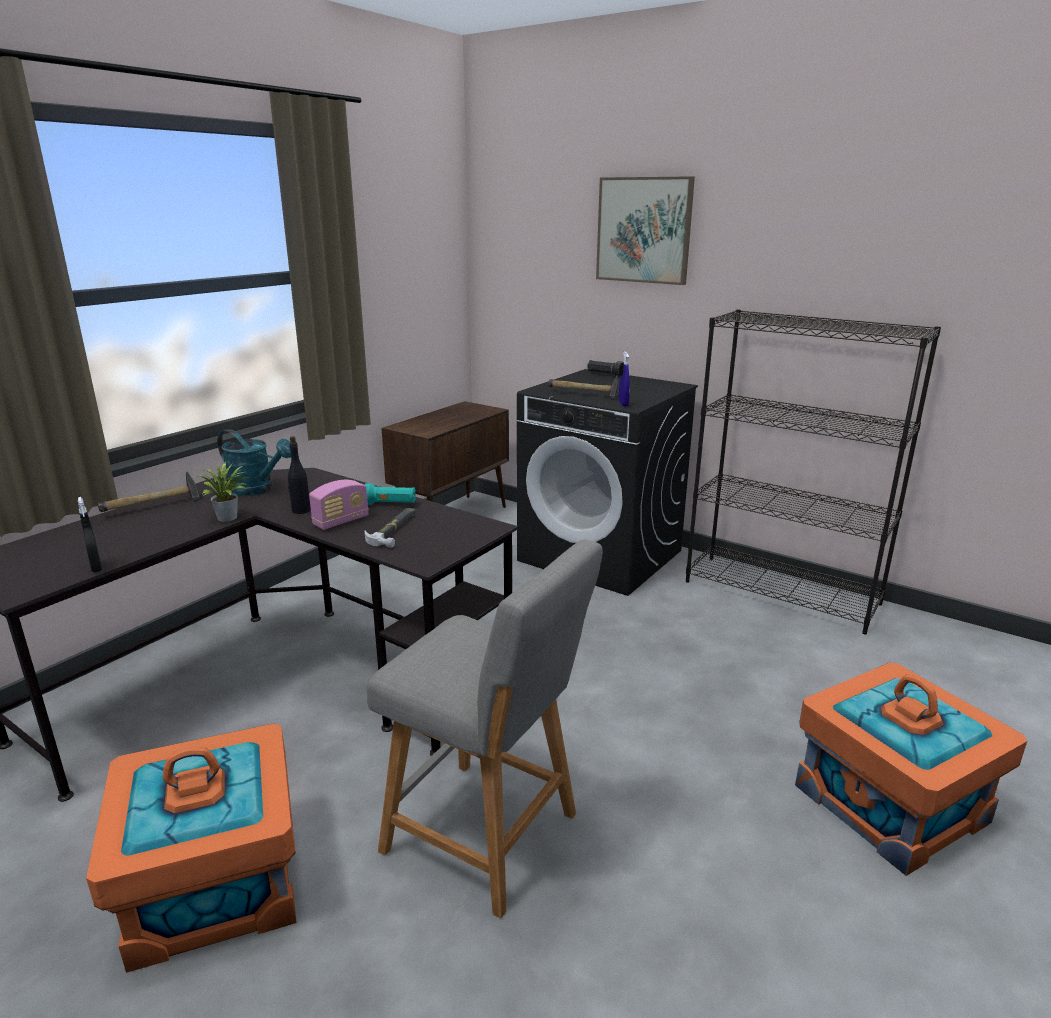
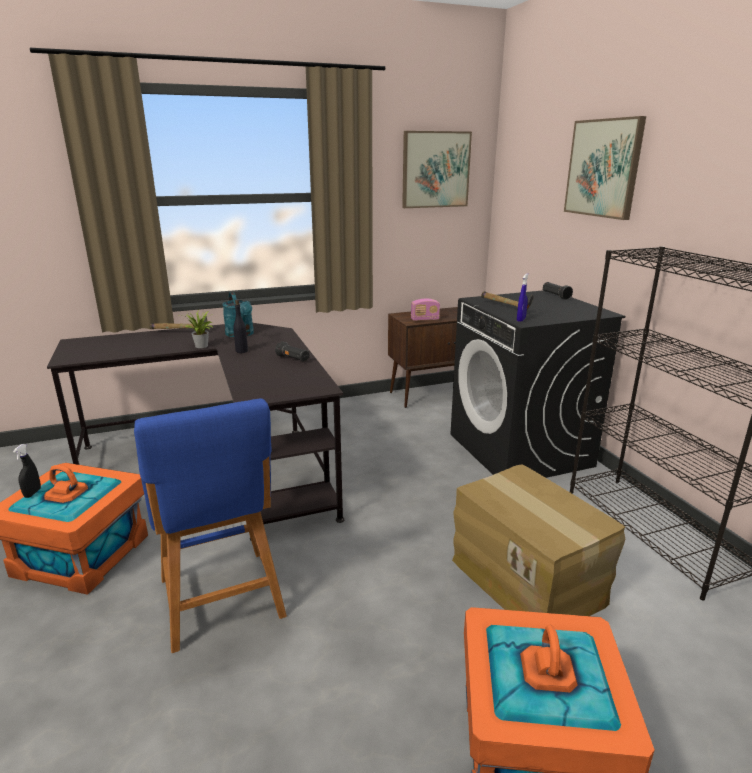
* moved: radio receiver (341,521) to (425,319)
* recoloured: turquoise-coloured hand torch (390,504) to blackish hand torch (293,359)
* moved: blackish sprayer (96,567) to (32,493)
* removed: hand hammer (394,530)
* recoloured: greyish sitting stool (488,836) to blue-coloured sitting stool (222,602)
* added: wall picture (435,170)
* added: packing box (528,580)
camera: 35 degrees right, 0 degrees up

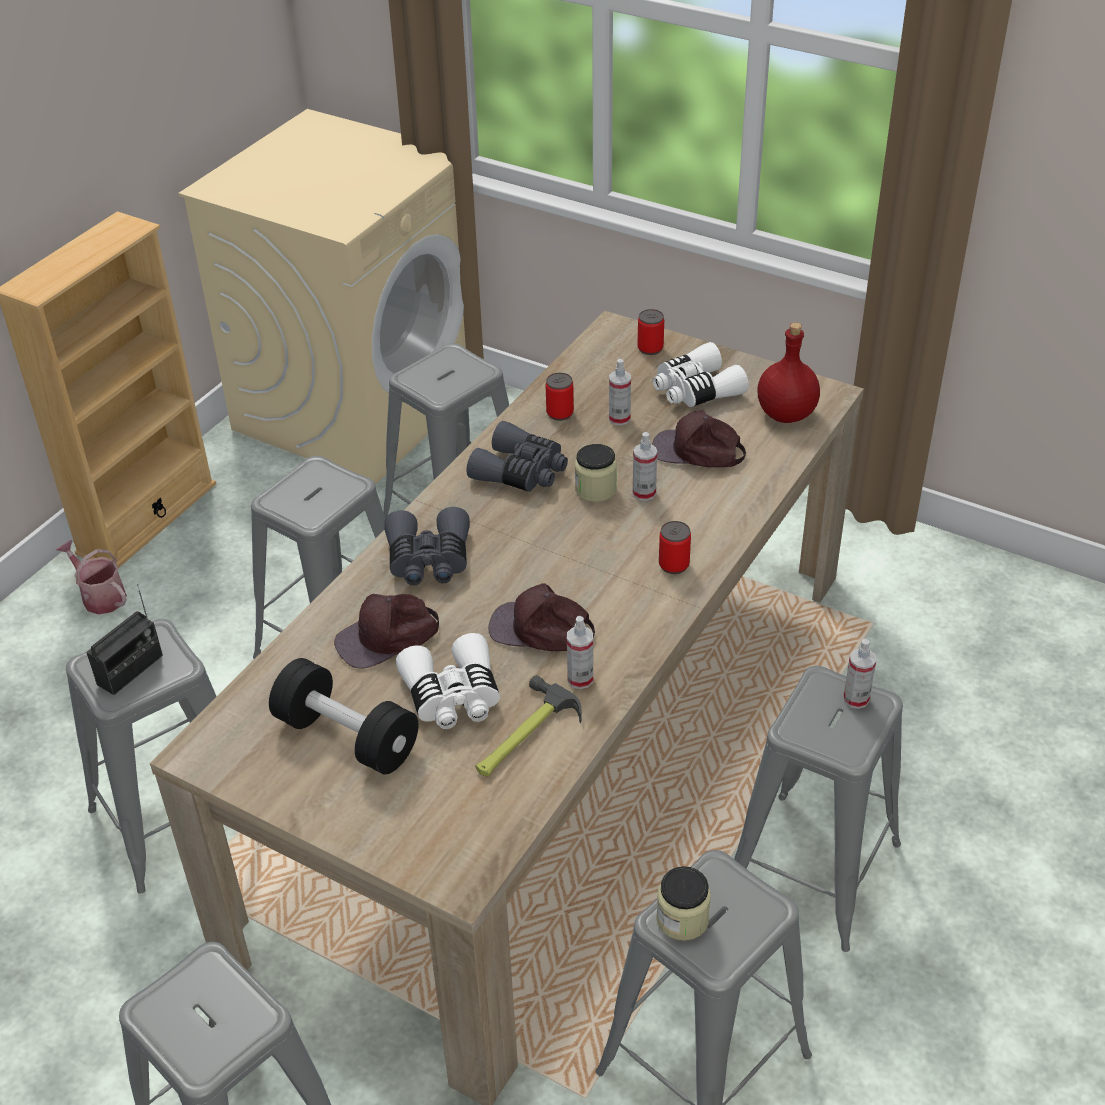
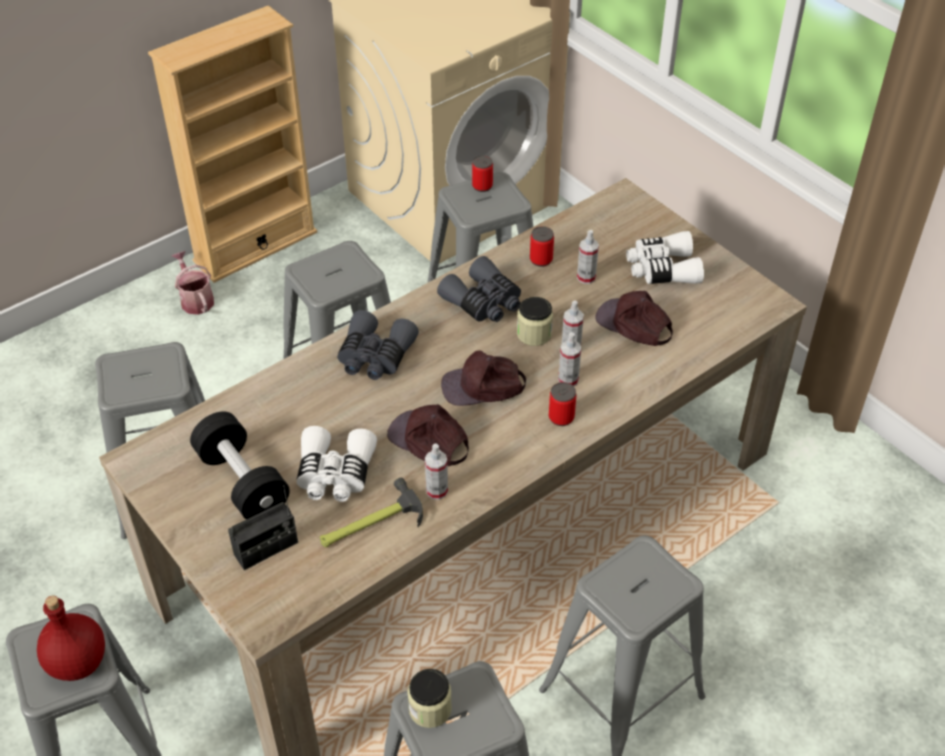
* moved: sealed can (650,348) to (482,186)
* moved: red drink bottle (787,414) to (79,663)
* moved: radio receiver (130,670) to (266,549)
* moved: brown-coloured baseball cap (388,638) to (483,386)
* moved: sprayer (856,699) to (568,380)
camera: 20 degrees right, 5 degrees up

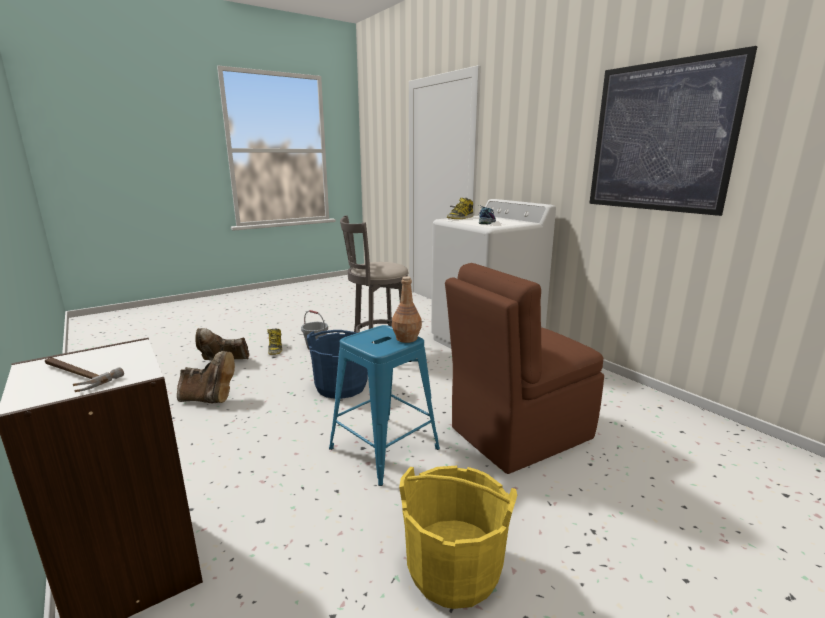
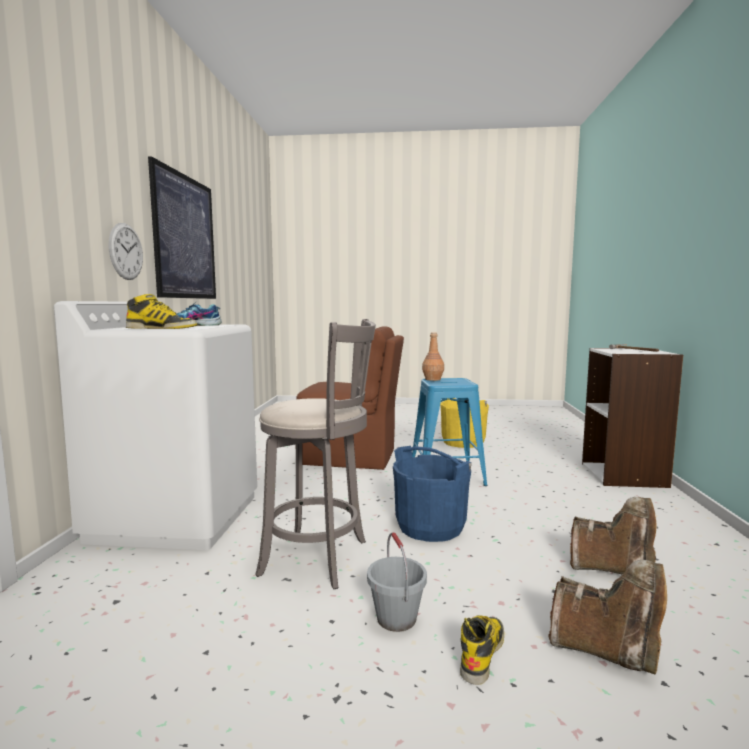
* turned: brown-coloured tall boot (209,399) = (613,569) 150 degrees clockwise
* added: hanging clock (126,251)
camera: 140 degrees left, 10 degrees down

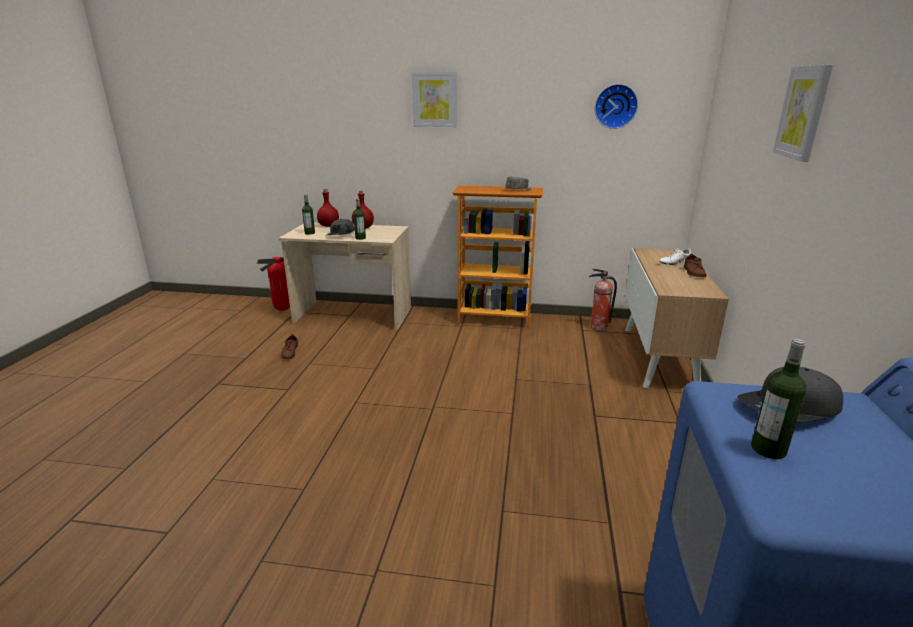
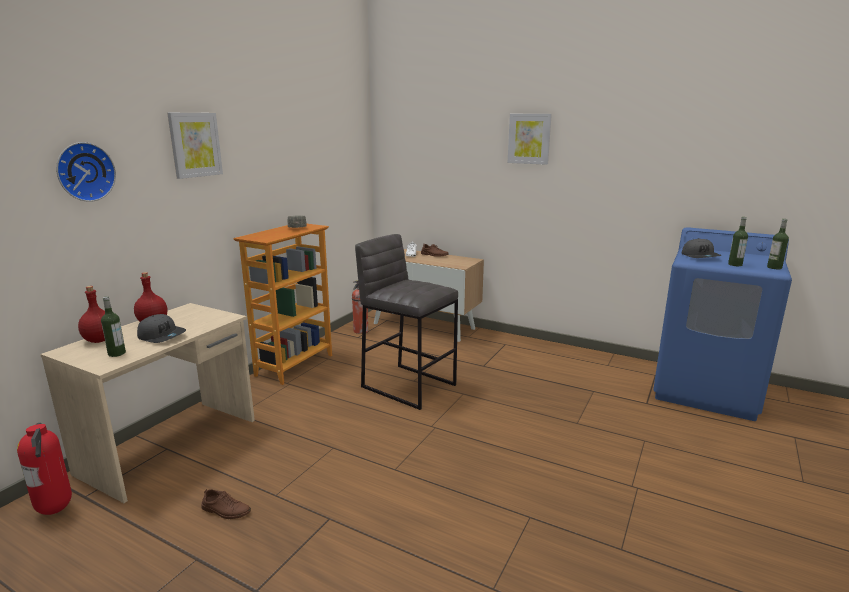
* moved: hanging clock (615,106) to (84,172)
* moved: drink bottle (360,238) to (774,267)
* added: greyish sitting stool (408,385)
camera: 70 degrees left, 5 degrees down

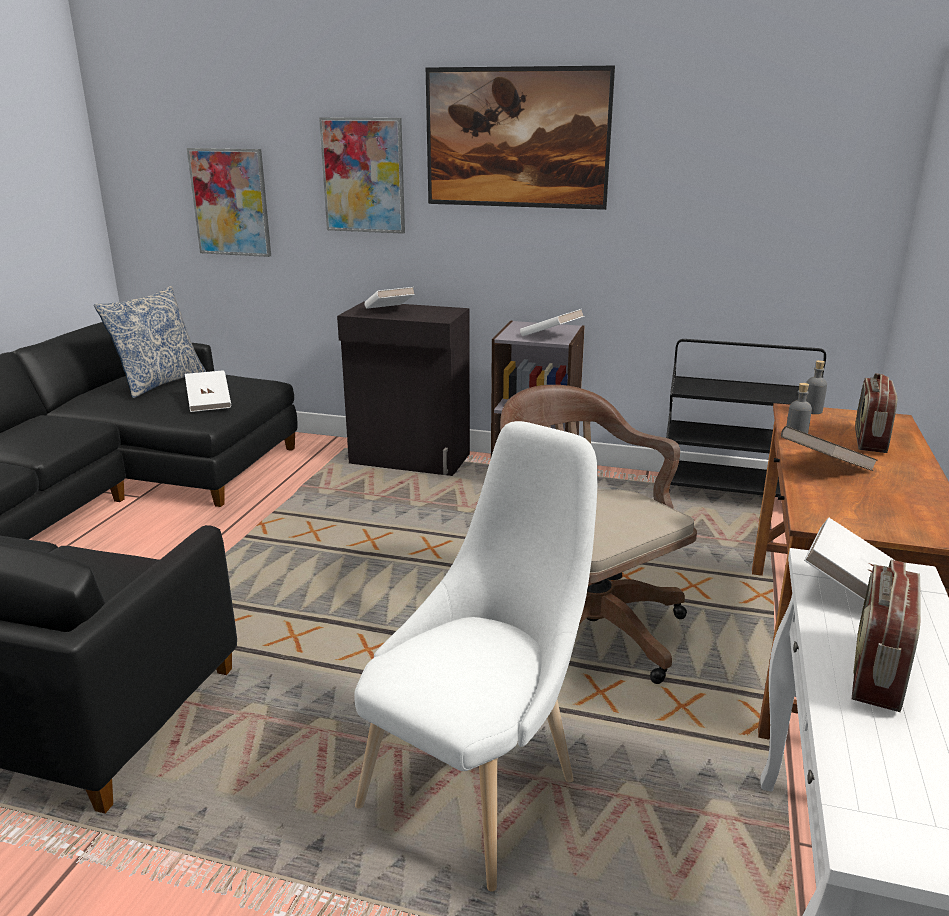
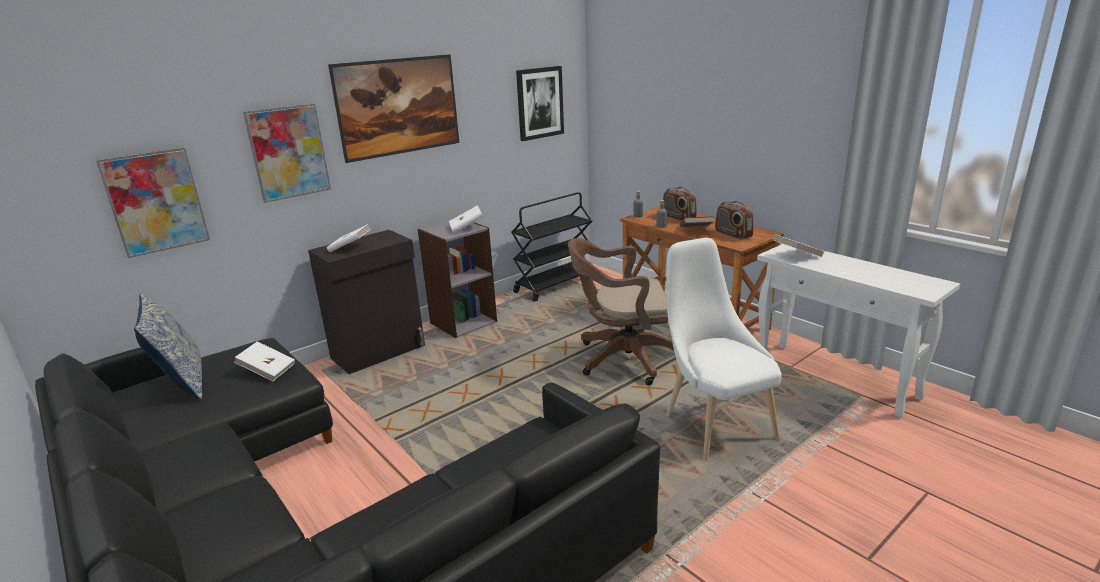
* moved: radio receiver (875,672) to (733,234)
* added: wall picture (539,103)
camera: 55 degrees left, 0 degrees up

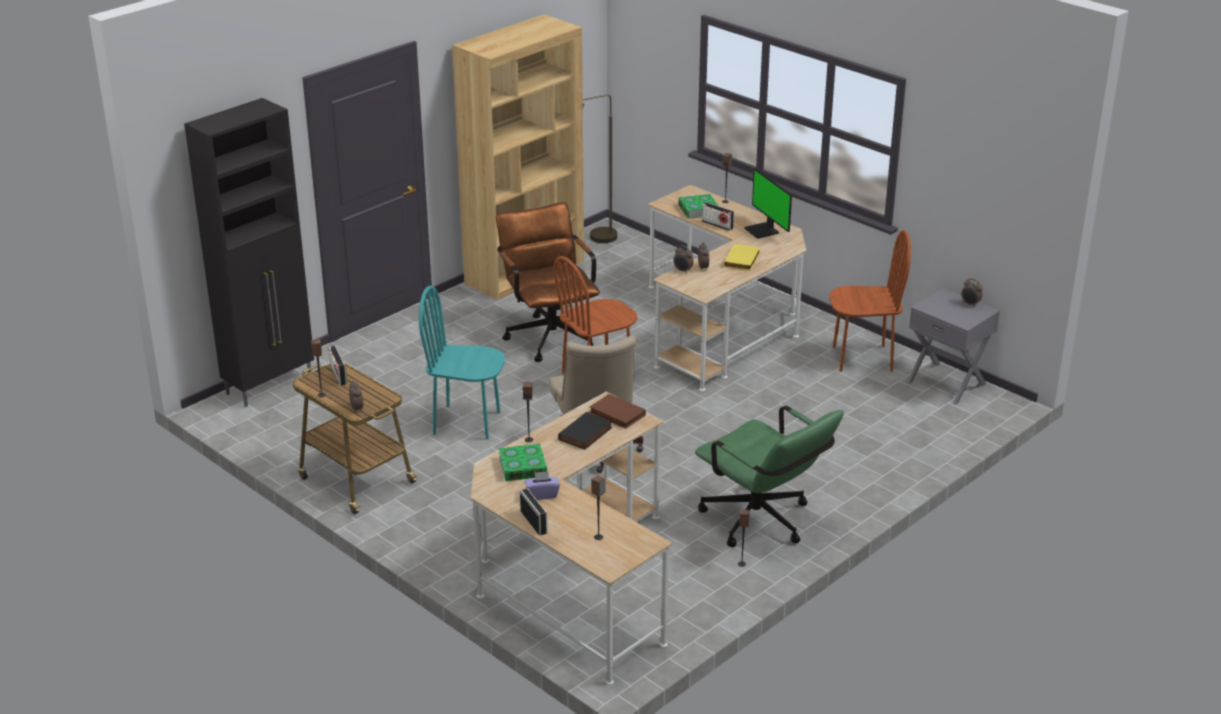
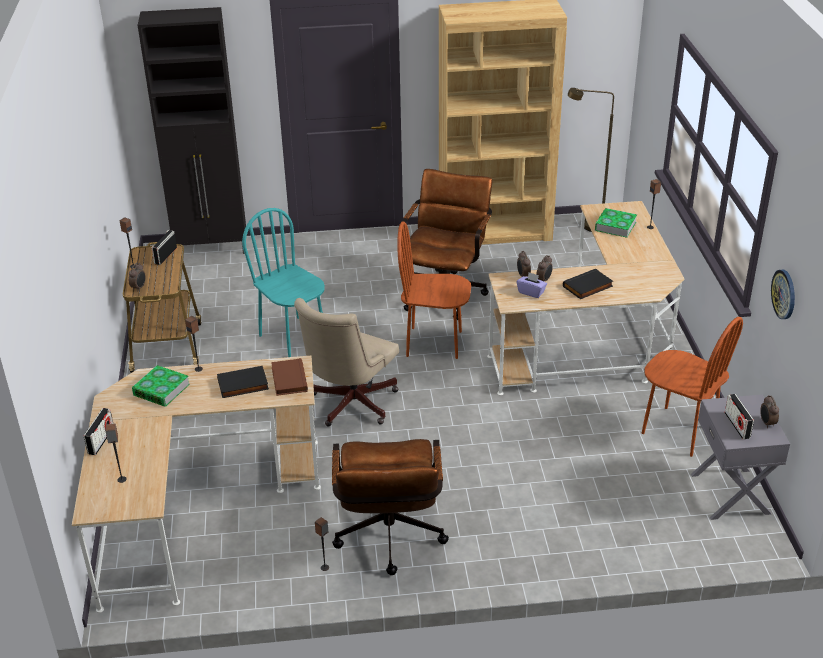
* removed: computer screen (763,231)
* moved: radio receiver (717,225) to (737,425)
* recoloured: yellowish bound book (743,260) to blackish bound book (588,287)
* recoloured: green office chair (763,523) to brown-coloured office chair (389,541)
* moved: purple-coloured box of tissues (542,494) to (531,292)
* added: hanging clock (784,294)
camera: 40 degrees right, 5 degrees up

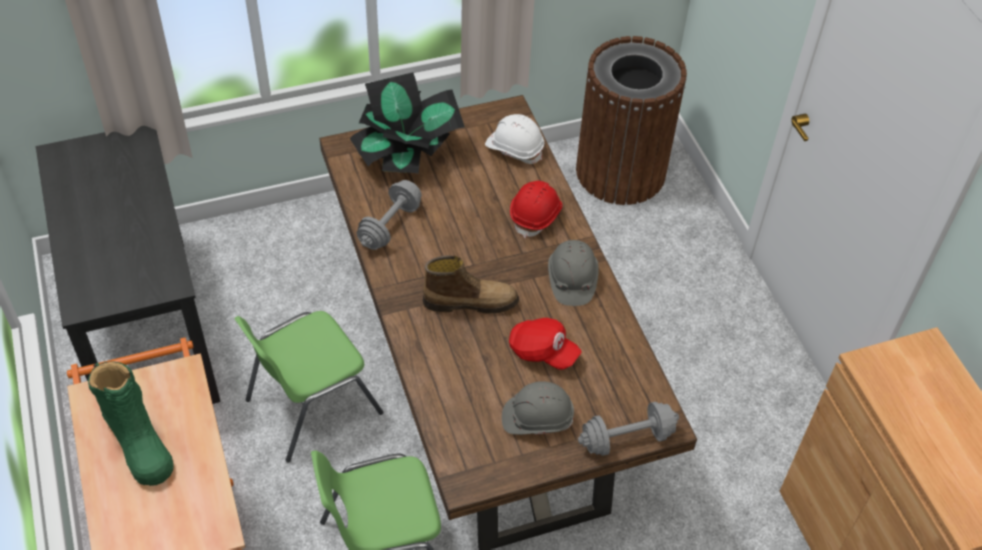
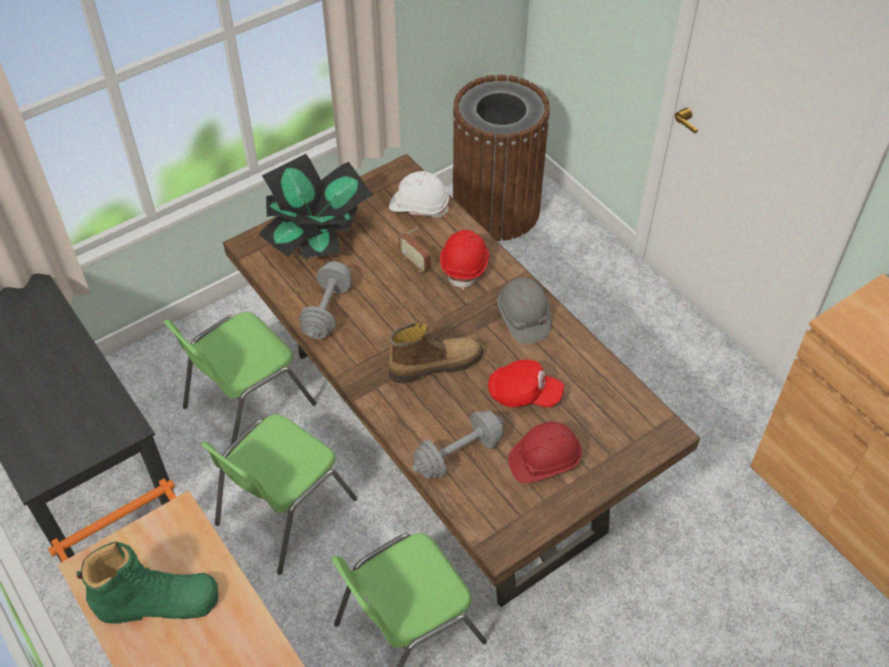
* turned: green tall boot (138,442) = (158,602) 45 degrees counterclockwise
* recoloured: greyish hard hat (537,418) to red hard hat (544,461)
* moved: greyish free weight (626,438) to (458,455)
* added: radio receiver (415,262)
* added: green upright chair (246,405)
camera: 15 degrees left, 0 degrees up

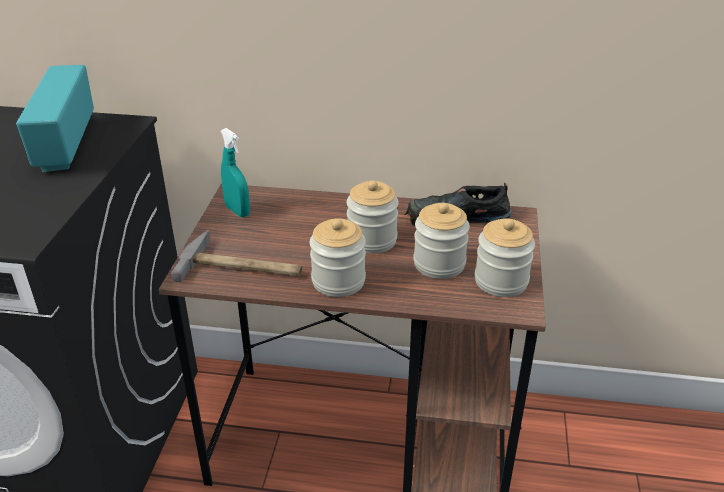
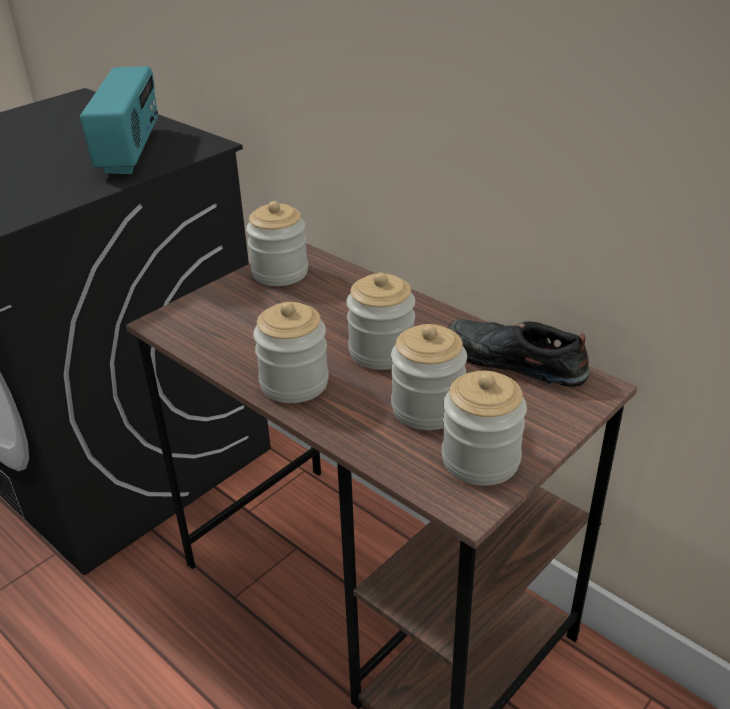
* turned: radio receiver (65,145) = (131,151) 150 degrees clockwise
* replaced: turquoise-coloured sprayer (237,211) to jar (280,273)
* removed: hand hammer (242,266)
camera: 35 degrees right, 0 degrees up

